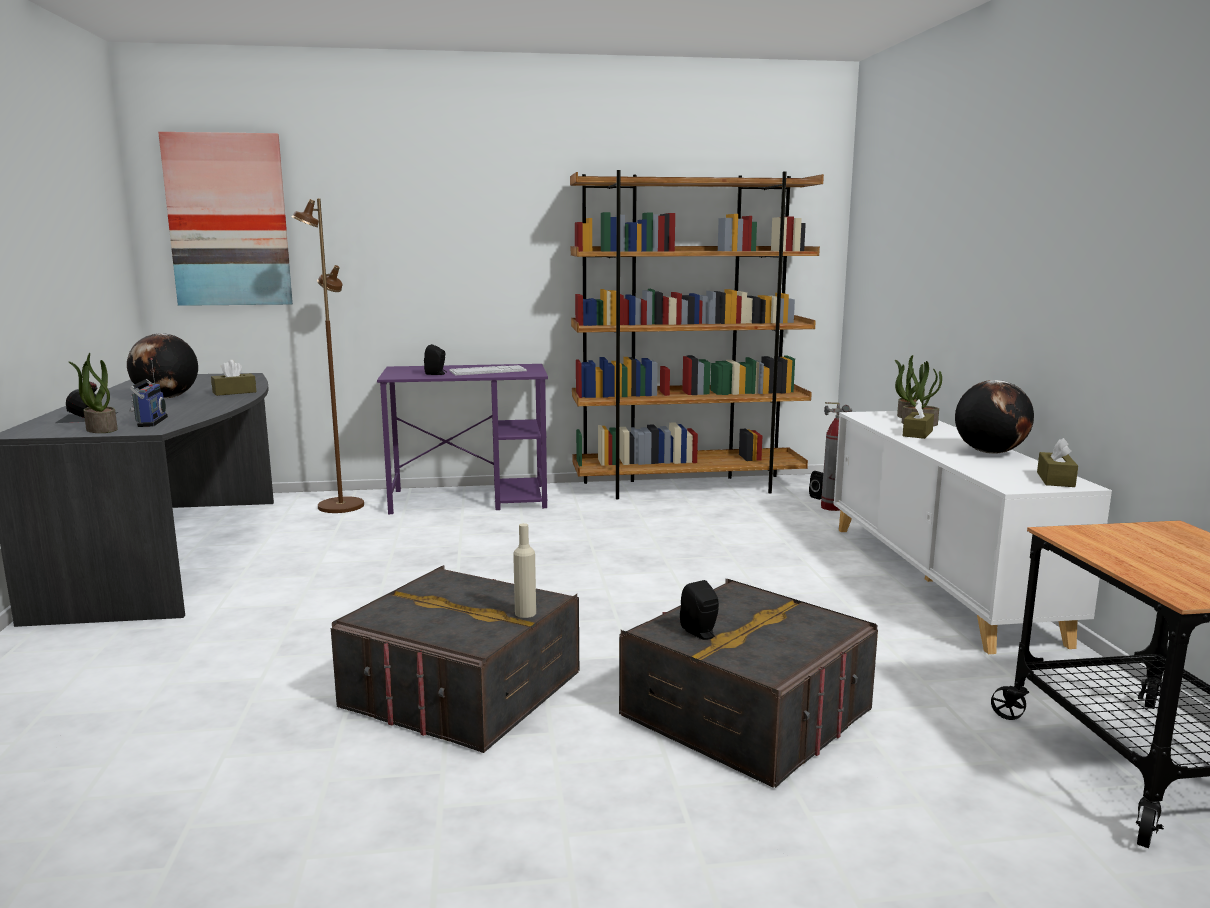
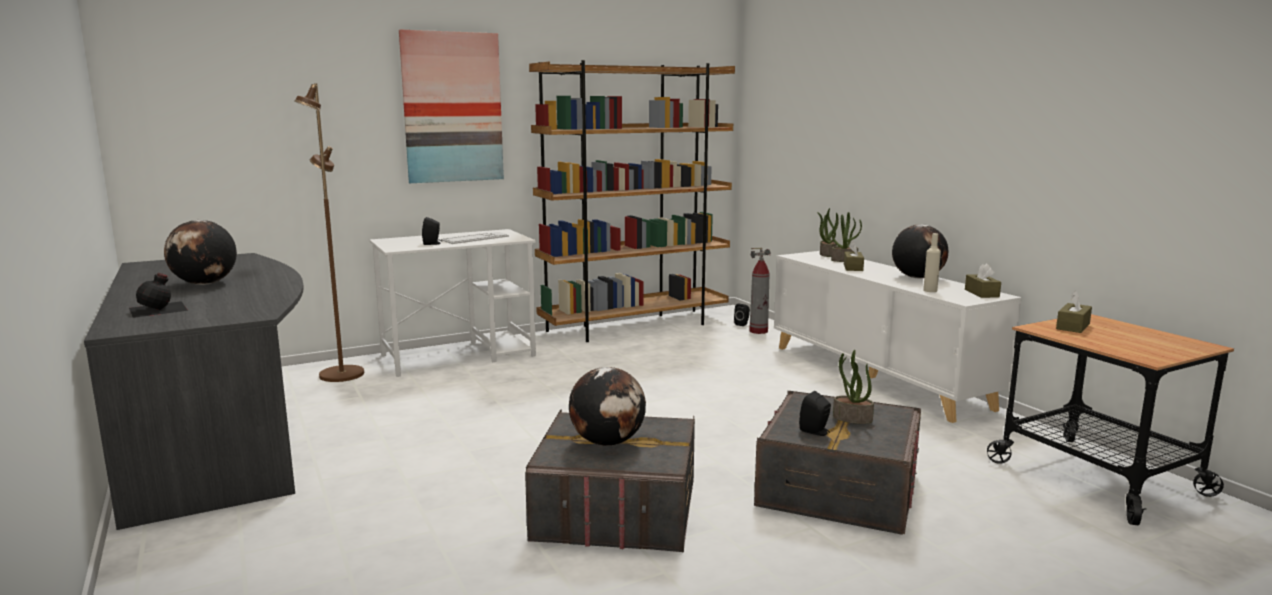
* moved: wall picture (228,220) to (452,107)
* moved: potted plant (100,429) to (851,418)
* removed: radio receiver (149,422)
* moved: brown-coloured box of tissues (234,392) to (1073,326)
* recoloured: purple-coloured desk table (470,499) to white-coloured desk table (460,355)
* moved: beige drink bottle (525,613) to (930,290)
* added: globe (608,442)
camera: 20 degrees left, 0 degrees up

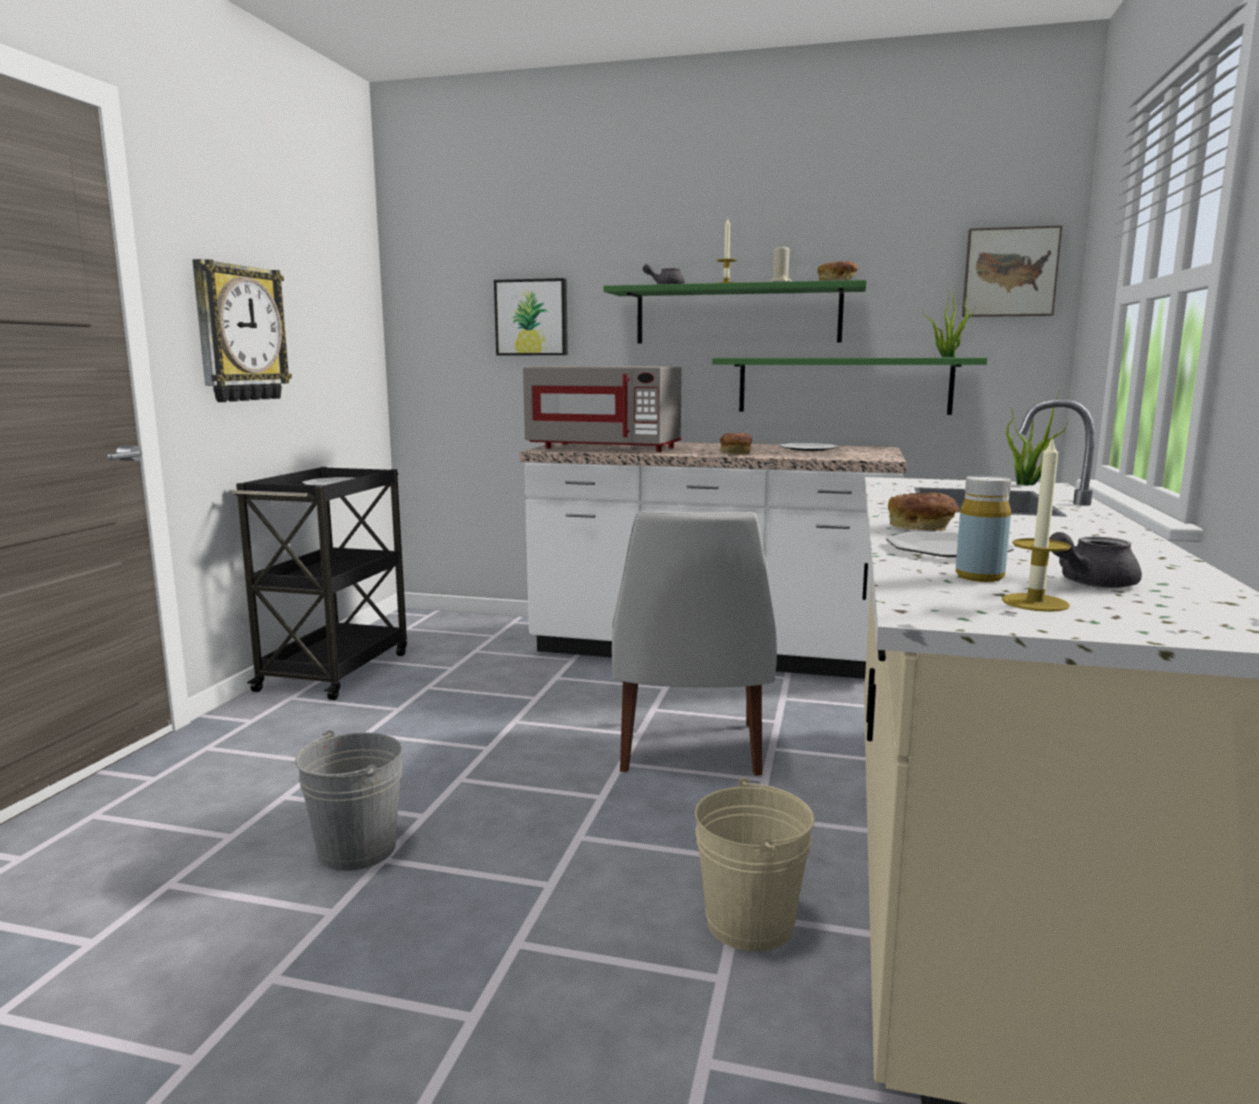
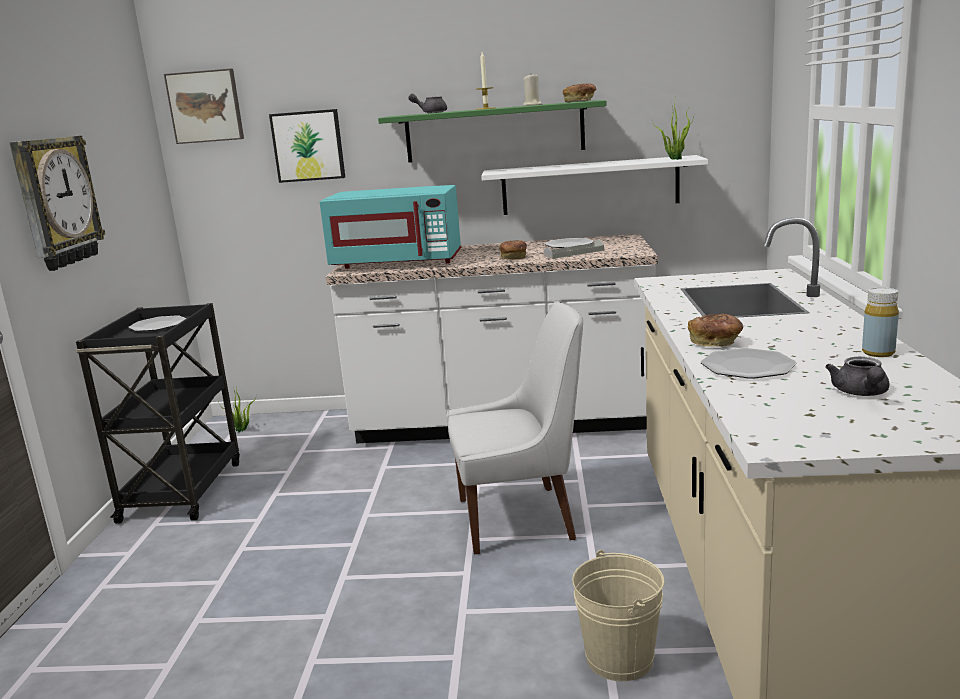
* moved: wall picture (1009,272) to (206,106)
* recoloured: green bracket shelf (843,385) to white-coloured bracket shelf (590,186)
* recoloured: greyish microwave oven (605,448) to turquoise-coloured microwave oven (398,262)
* moved: potted plant (1028,484) to (241,430)
* removed: wax candle (1035,603)
* moved: yellowish drink bottle (979,577) to (878,353)
* turned: white-coloured upright chair (690,750) = (521,518) 90 degrees counterclockwise
* turned: greyish tea pot (1088,583) = (861,393) 45 degrees counterclockwise
* removed: greyish bucket (357,849)
* added: greyish serving tray (574,253)
camera: 10 degrees left, 5 degrees up

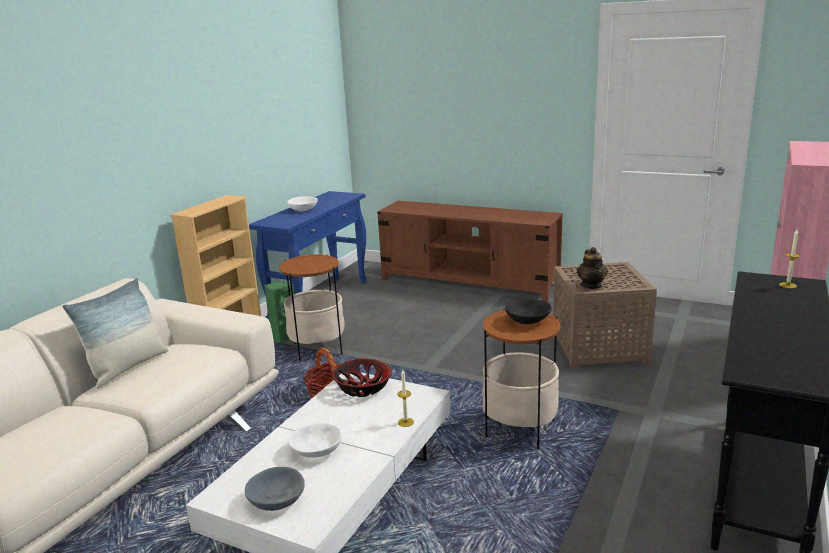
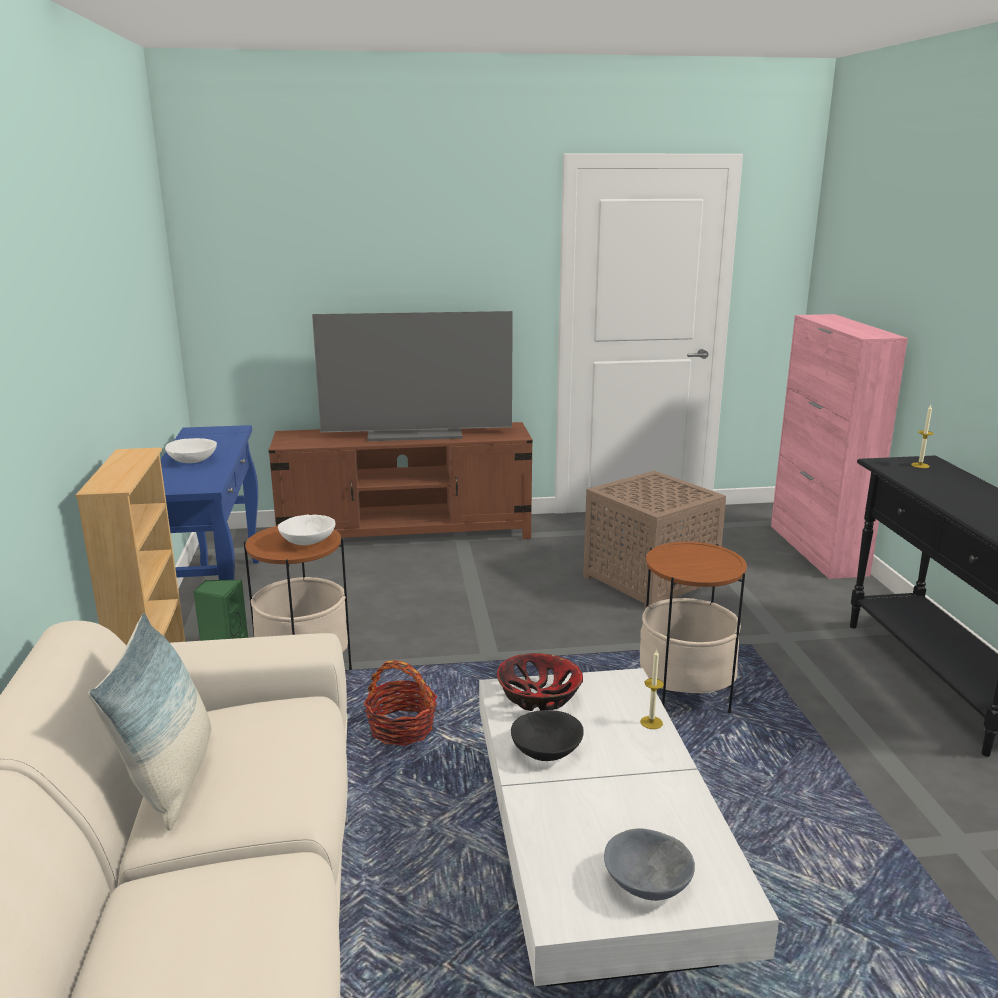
* removed: tea pot (591,285)
* moved: blackish bowl (527,321) to (547,751)
* moved: white-coloured bowl (316,451) to (307,541)
* added: television (416,433)
camera: 35 degrees left, 0 degrees up

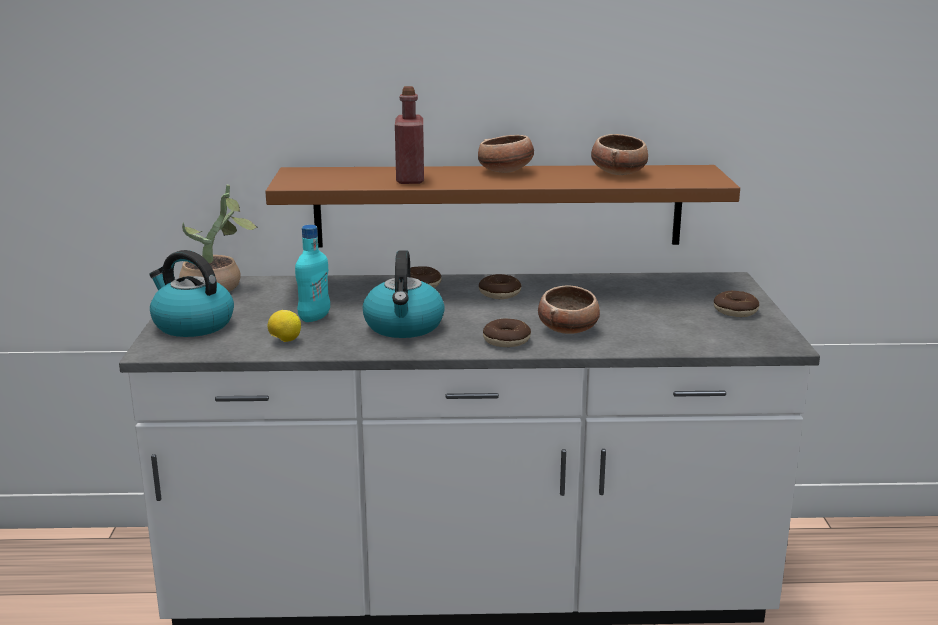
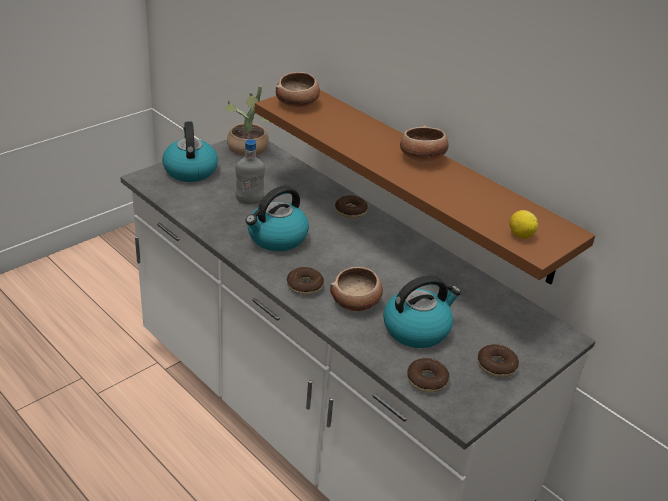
* removed: red drink bottle (410,179)
* moved: bowl (618,173) to (297,103)
* recoloured: turquoise-coloured drink bottle (314,317) to greyish drink bottle (249,201)
* moved: doughnut (499,294) to (427,380)
* moved: lemon (285,340) to (520,235)
* added: kettle (417,329)
camera: 45 degrees right, 15 degrees up

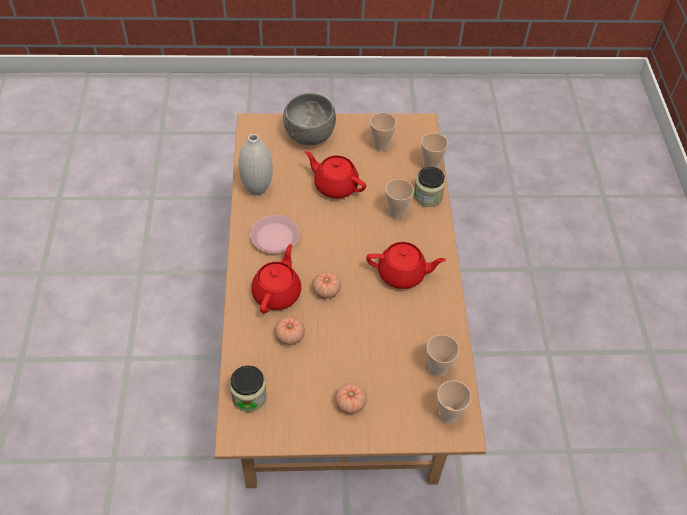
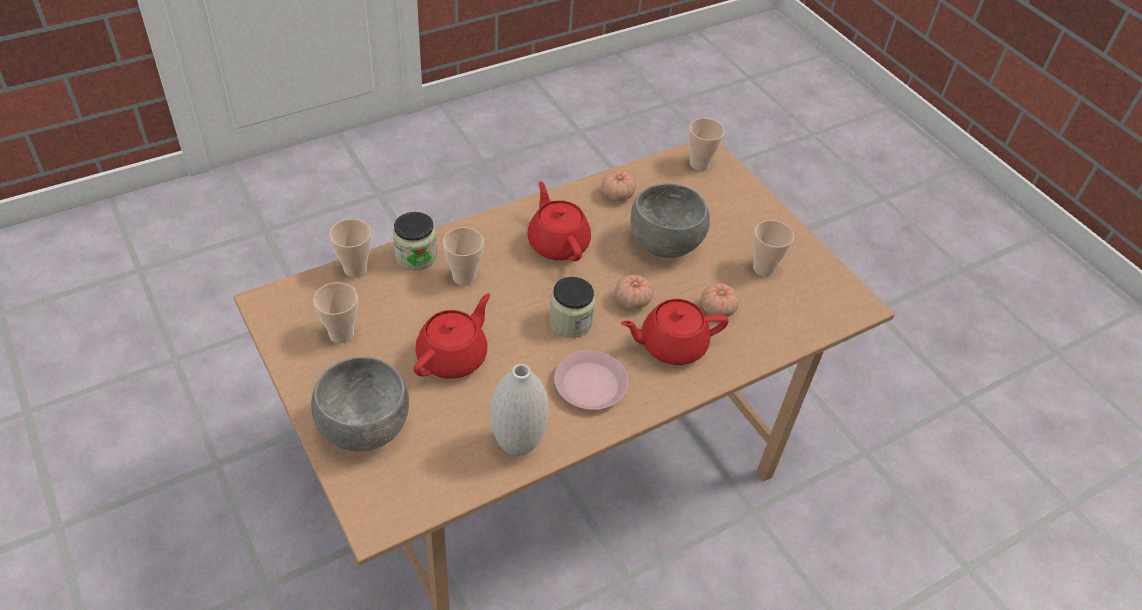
* turned: red tea pot (335,185) = (453,356) 150 degrees counterclockwise
* moved: cup (437,369) to (763,268)
* moved: jar (249,397) to (570,322)
* moved: tomato (350,403) to (617,195)
* added: greyish bowl (665,244)
camera: 120 degrees left, 5 degrees down

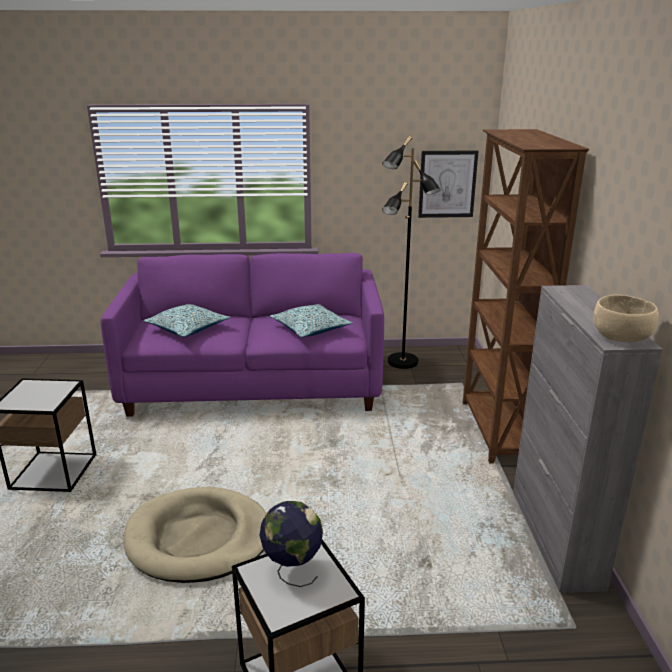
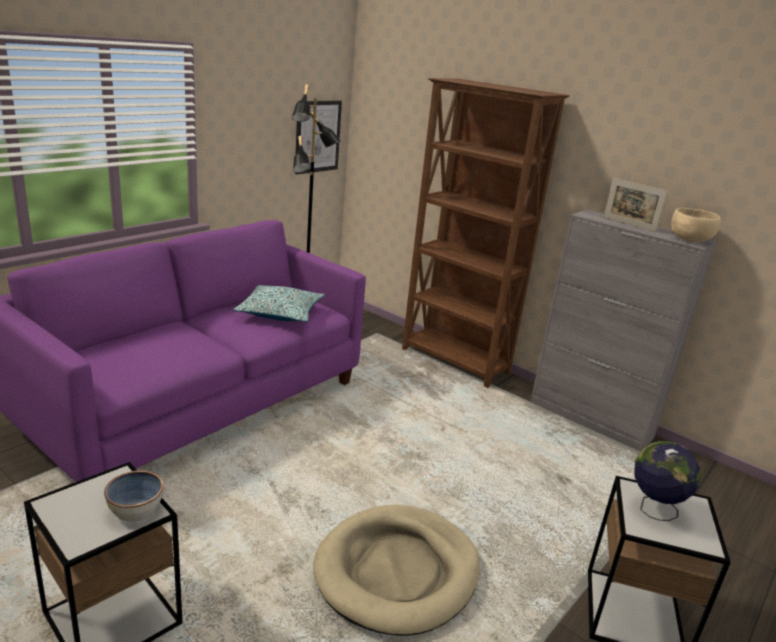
* removed: throw pillow (187,328)
* added: picture frame (629,224)
* added: bowl (136,510)
camera: 50 degrees left, 0 degrees up

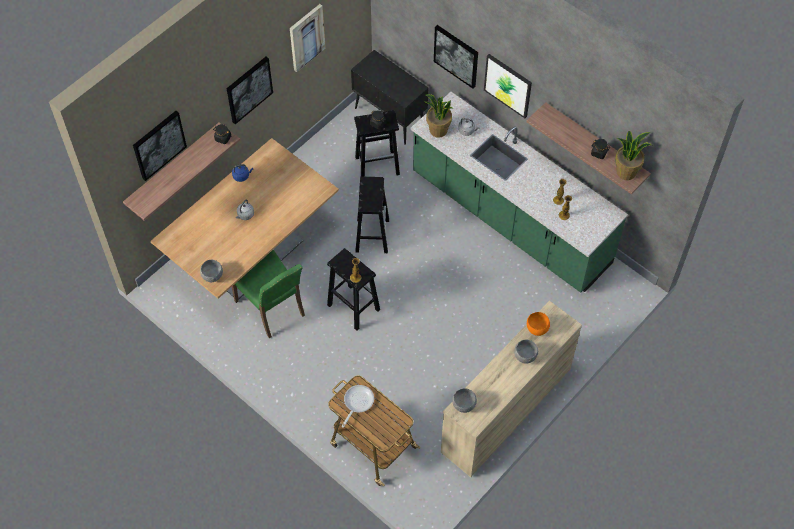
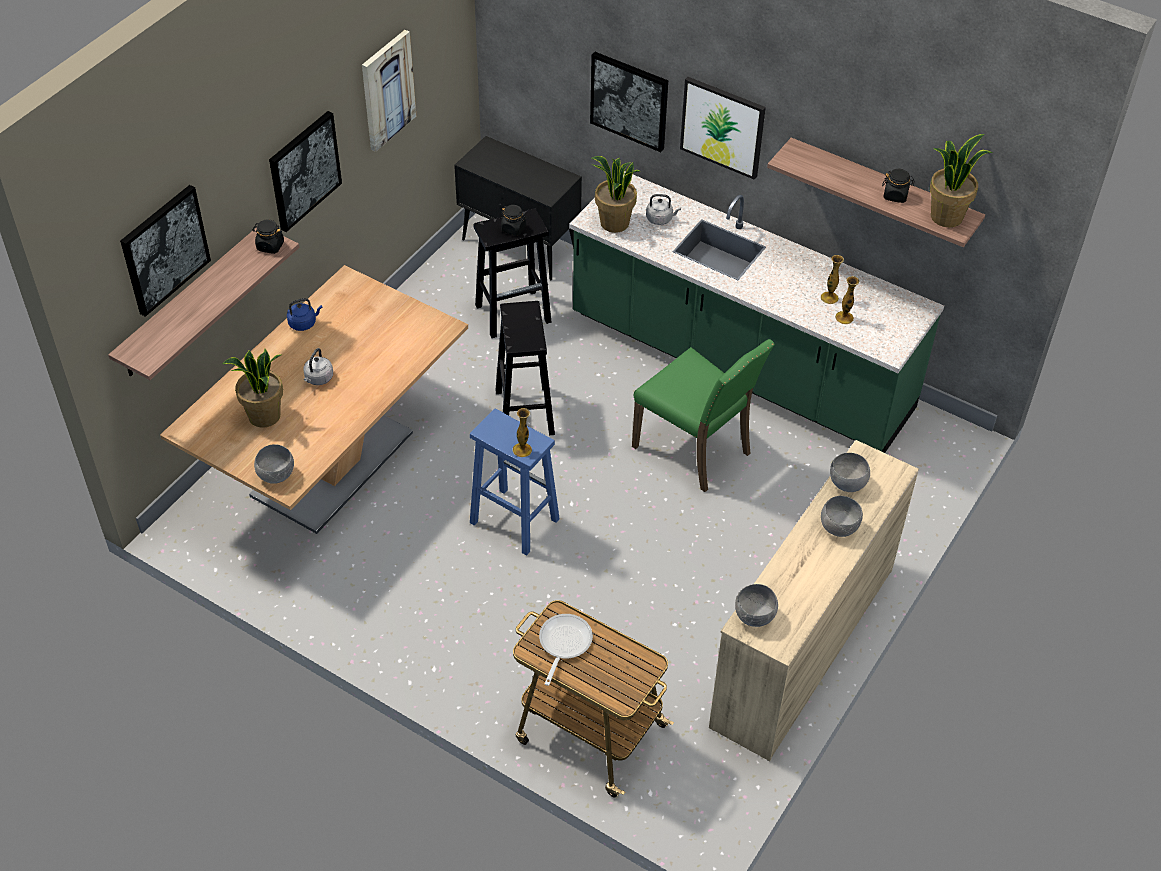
* recoloured: blackish sitting stool (353,307) to blue-coloured sitting stool (513,520)
* moved: green upright chair (272,308) to (695,449)
* recoloured: orangey bowl (536,329) to greyish bowl (846,484)
* added: potted plant (264,416)
camera: 10 degrees left, 10 degrees down

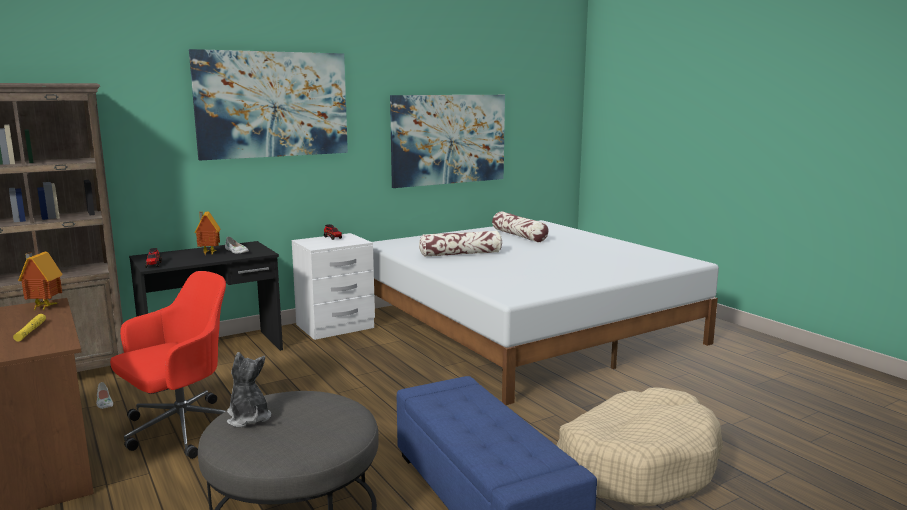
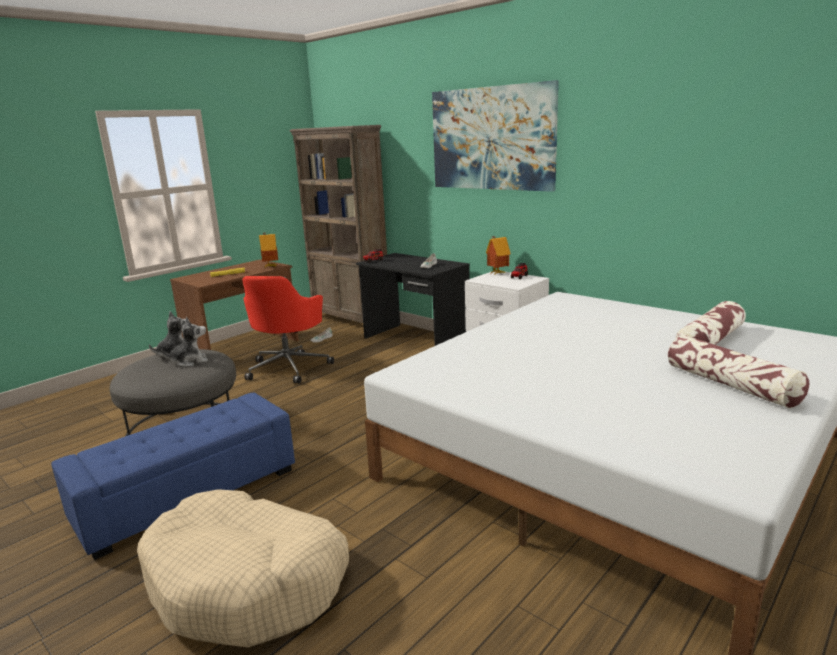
* removed: wall picture (449,139)
* moved: model house (208,253) to (497,273)
* moved: throw pillow (461,254) to (731,385)
* turned: red office chair (181,430) = (289,367) 75 degrees clockwise
* added: plush toy (189,361)
camera: 75 degrees right, 5 degrees up

